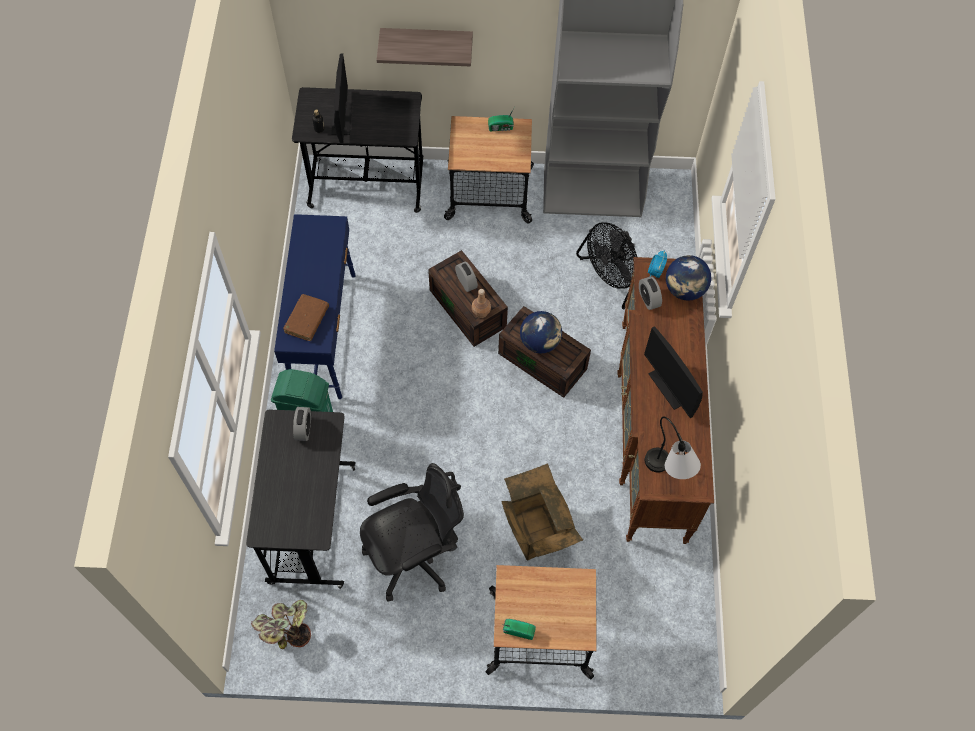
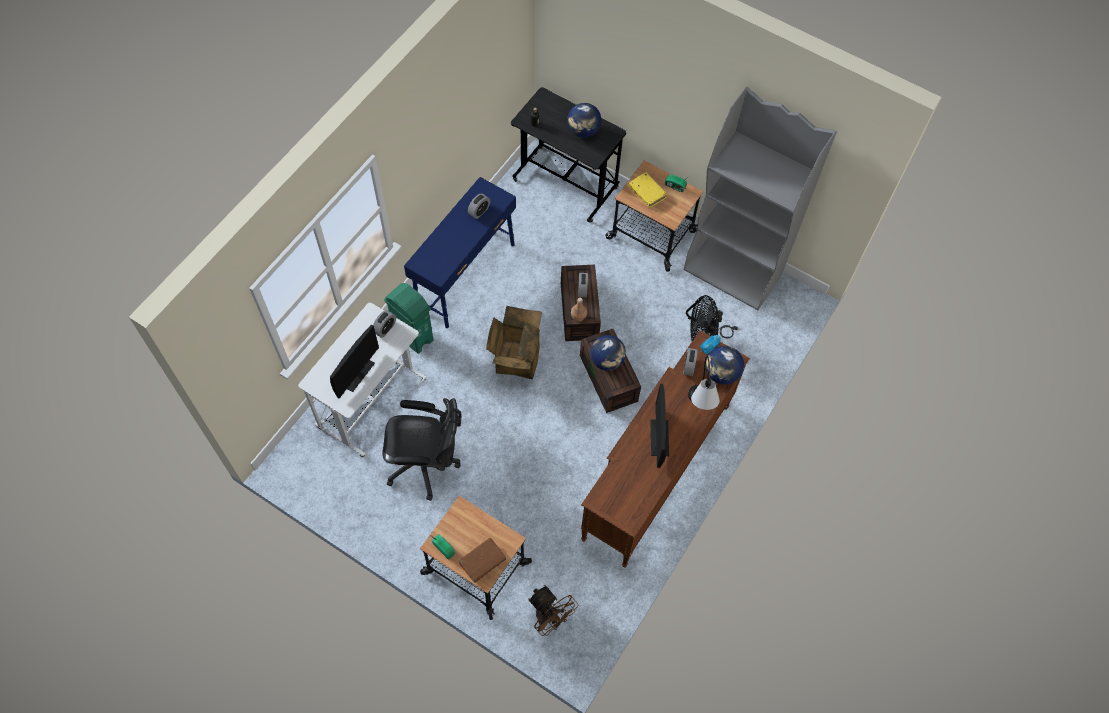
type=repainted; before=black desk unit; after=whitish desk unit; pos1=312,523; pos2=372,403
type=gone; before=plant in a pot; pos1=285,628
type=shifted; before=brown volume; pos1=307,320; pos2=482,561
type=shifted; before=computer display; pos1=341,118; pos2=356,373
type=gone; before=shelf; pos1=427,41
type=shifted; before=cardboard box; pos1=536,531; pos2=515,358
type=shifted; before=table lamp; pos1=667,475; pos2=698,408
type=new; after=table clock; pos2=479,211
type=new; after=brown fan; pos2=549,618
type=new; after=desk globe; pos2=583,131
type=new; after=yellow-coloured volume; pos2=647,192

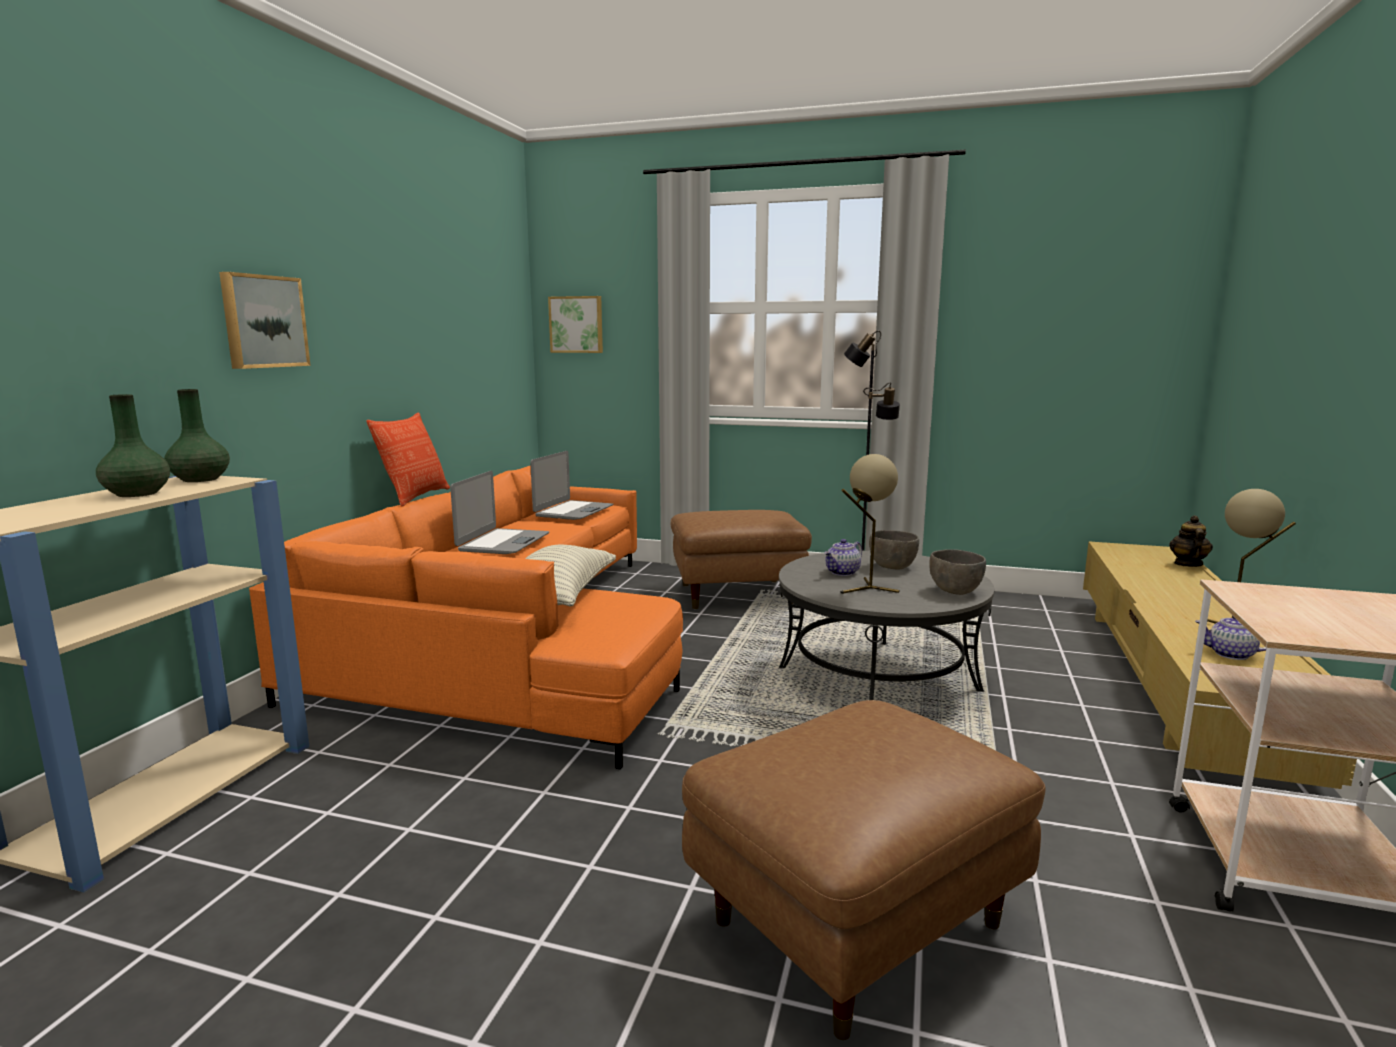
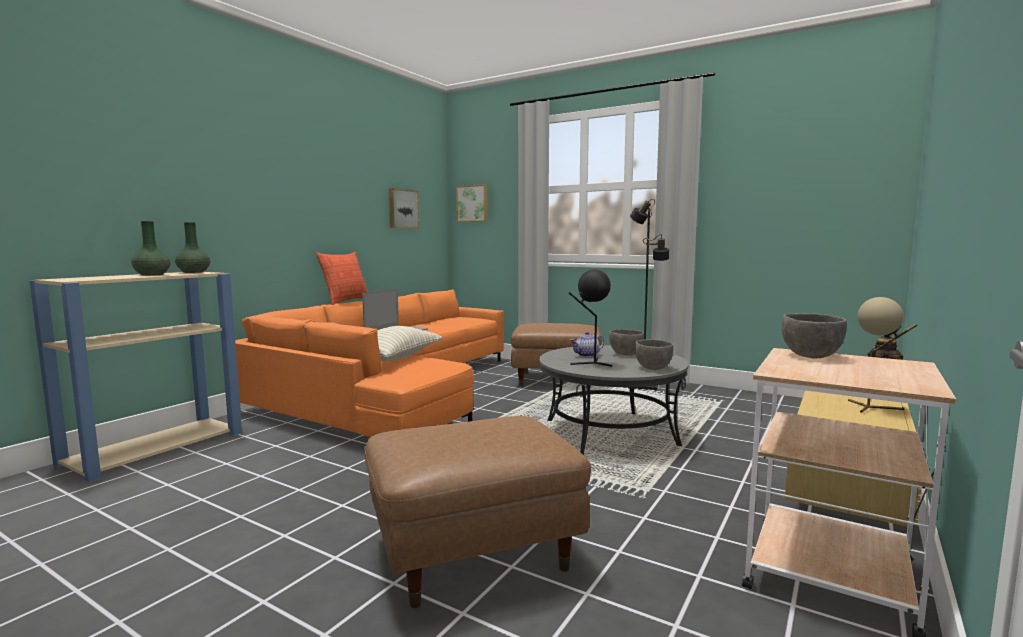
type=shifted; before=wall picture; pos1=263,321; pos2=402,209
type=gone; before=laptop; pos1=573,511
type=repainted; before=beige table lamp; after=black table lamp; pos1=866,589; pos2=591,363
type=gone; before=tea pot; pos1=1231,654
type=new; after=grey deep dish; pos2=810,356

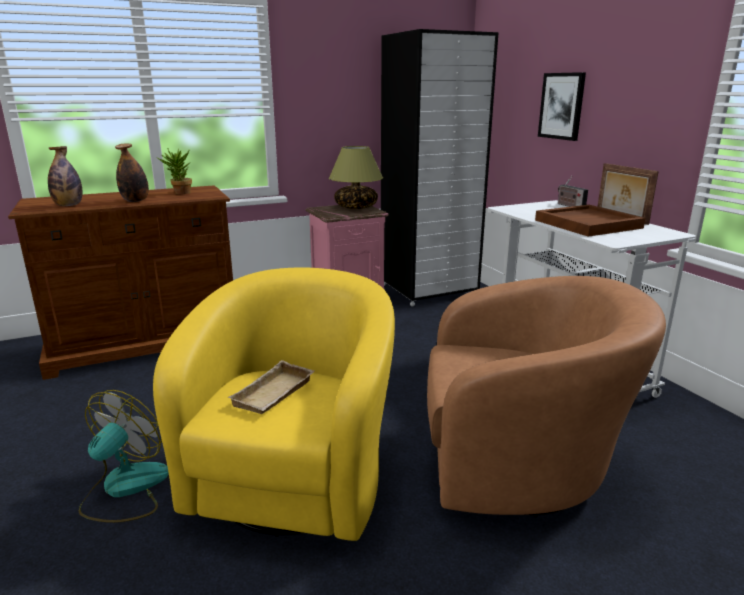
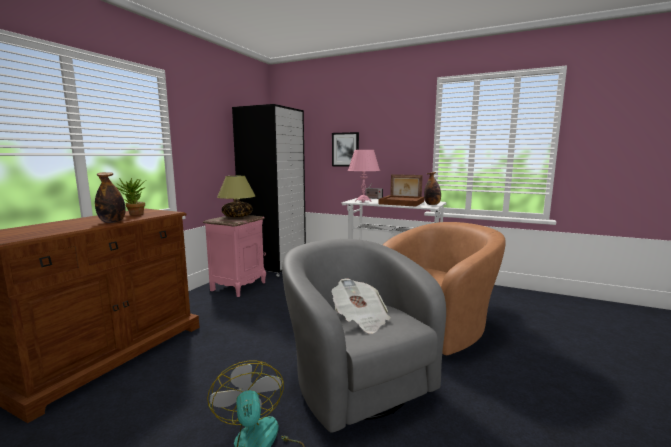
type=shifted; before=bottle; pos1=68,205; pos2=432,204
type=repainted; before=yellow-coloured lounge chair; after=grey lounge chair; pos1=295,478; pos2=355,381
type=swapped; before=beige tray; after=newspaper; pos1=275,394; pos2=360,319
type=new; after=pink-coloured table lamp; pos2=363,201

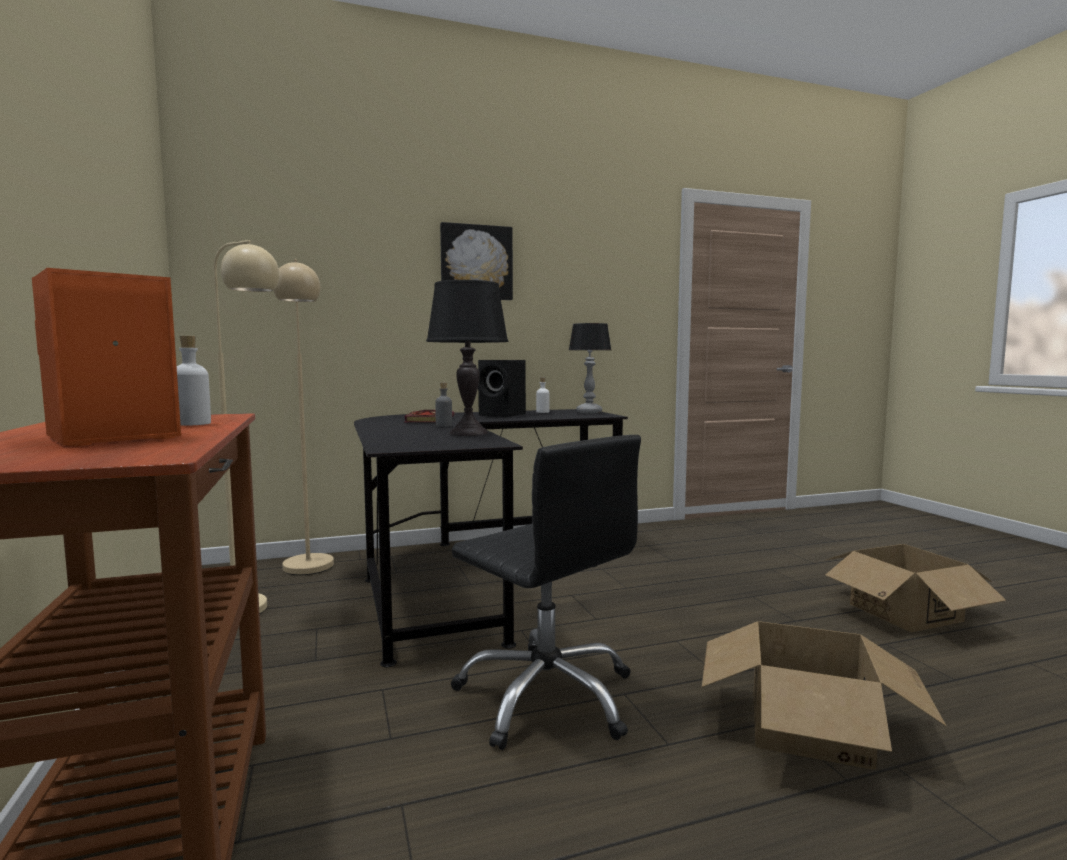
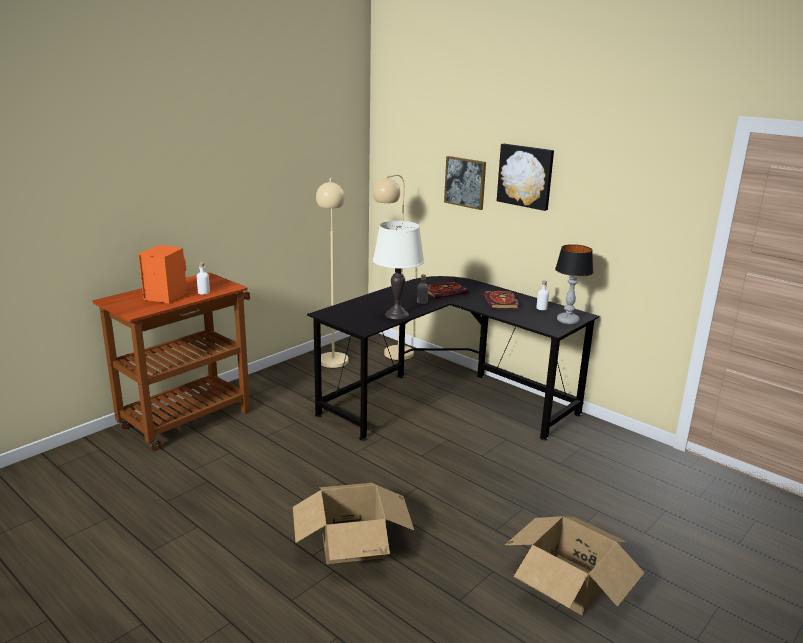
type=repainted; before=black table lamp; after=whitish table lamp; pos1=469,433; pos2=397,315
type=gone; before=black office chair; pos1=547,696
type=swapped; before=black speaker; after=volume; pos1=503,415; pos2=502,302
type=new; after=wall picture; pos2=465,182

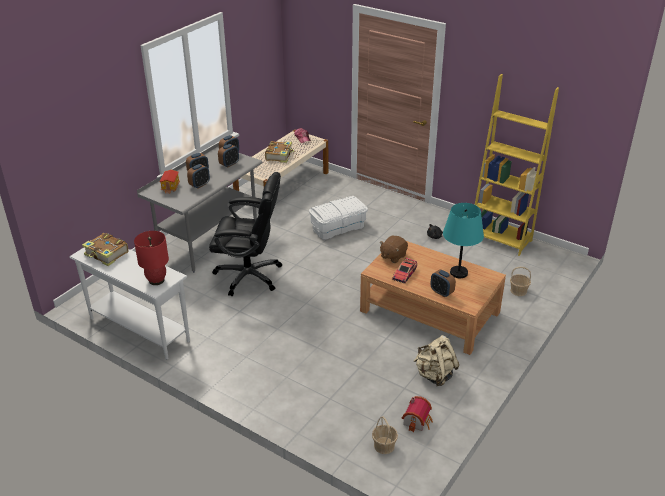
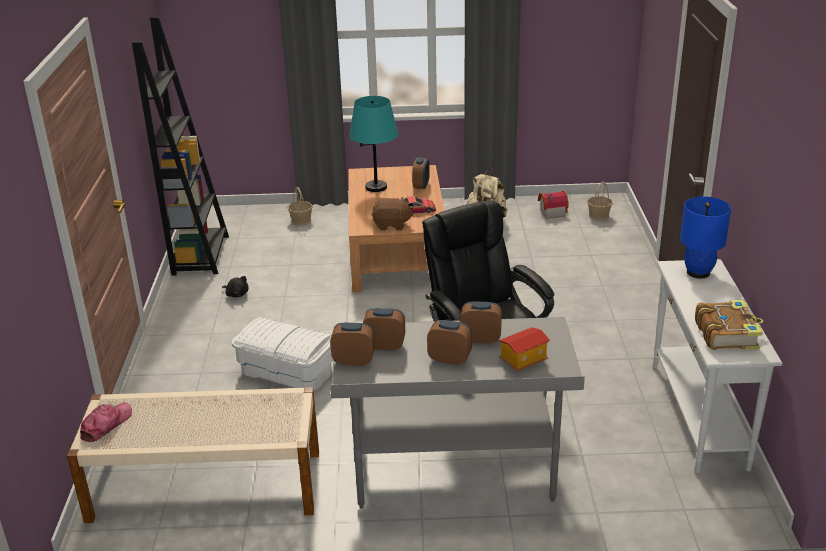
type=repainted; before=reddish table lamp; after=blue table lamp; pos1=156,280; pos2=698,272
type=gone; before=volume; pos1=279,155
type=repainted; before=yellow-coloured bookshelf; after=black bookshelf; pos1=500,239; pos2=200,255

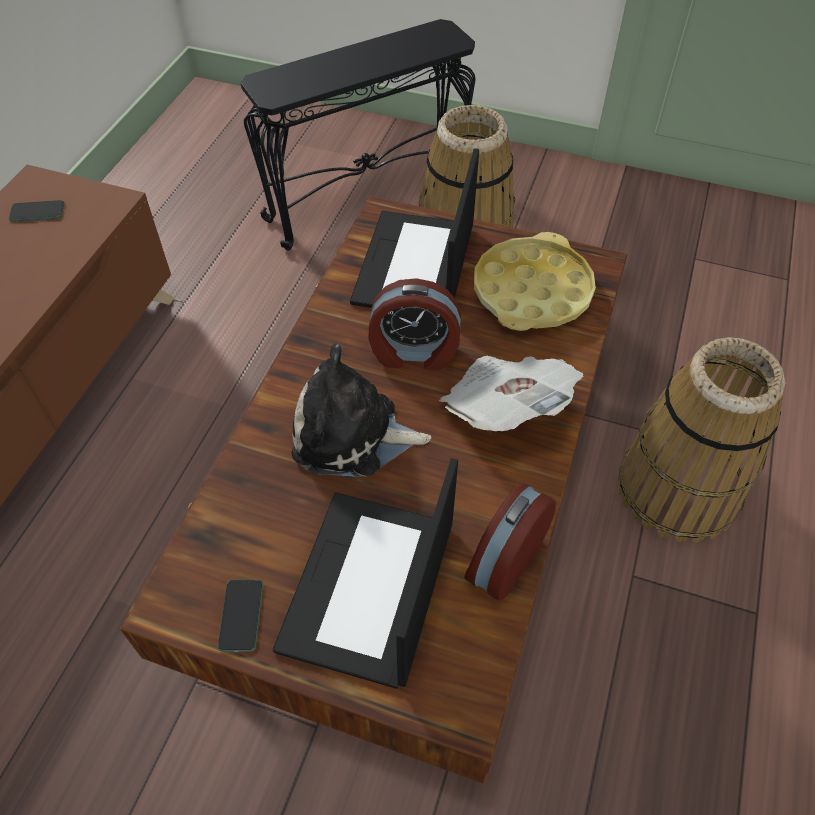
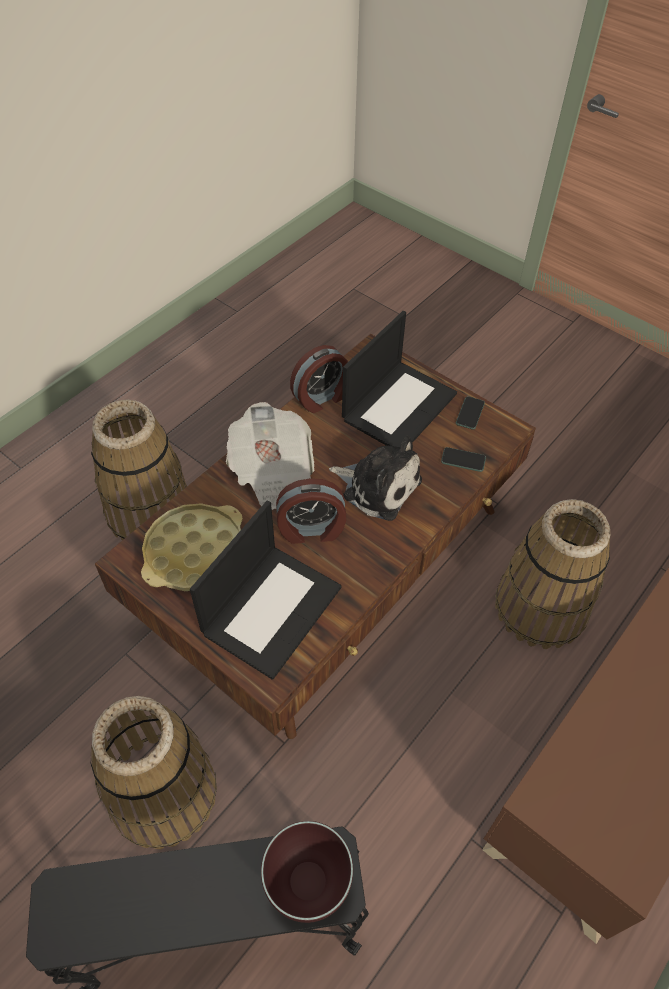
type=shifted; before=handset; pos1=37,212; pos2=463,460
type=rotated; before=table clock; pos1=414,353; pos2=311,529; turn=150
type=new; after=brown deep dish; pos2=309,881
type=new; after=household basket; pos2=541,607

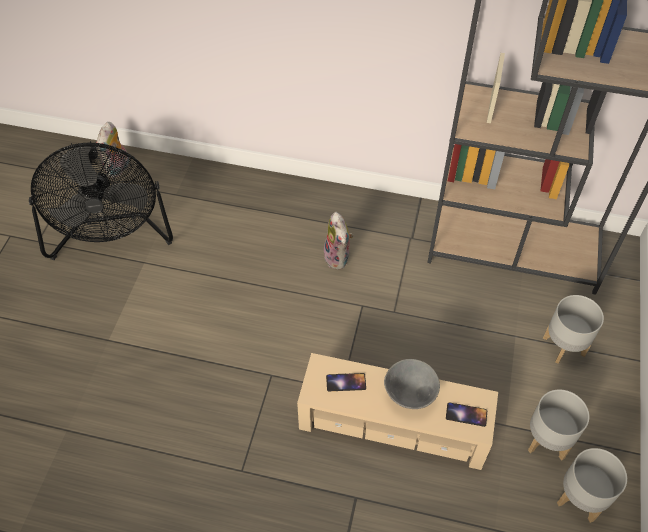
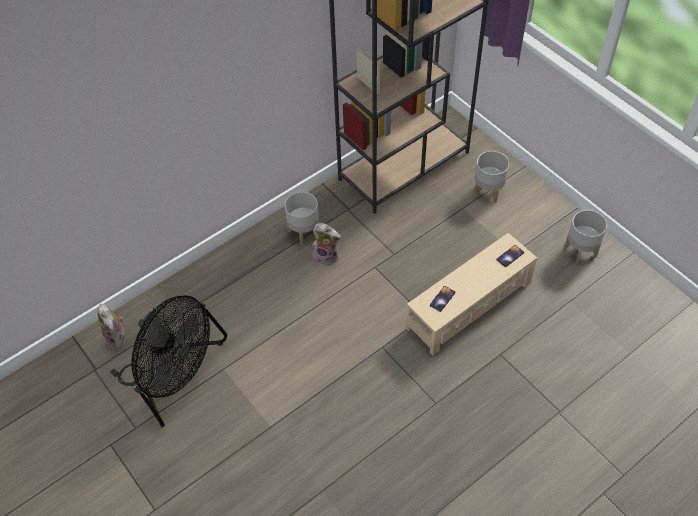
type=gone; before=grey deep dish; pos1=410,396
type=shifted; before=grey plant pot; pos1=548,440; pos2=304,232

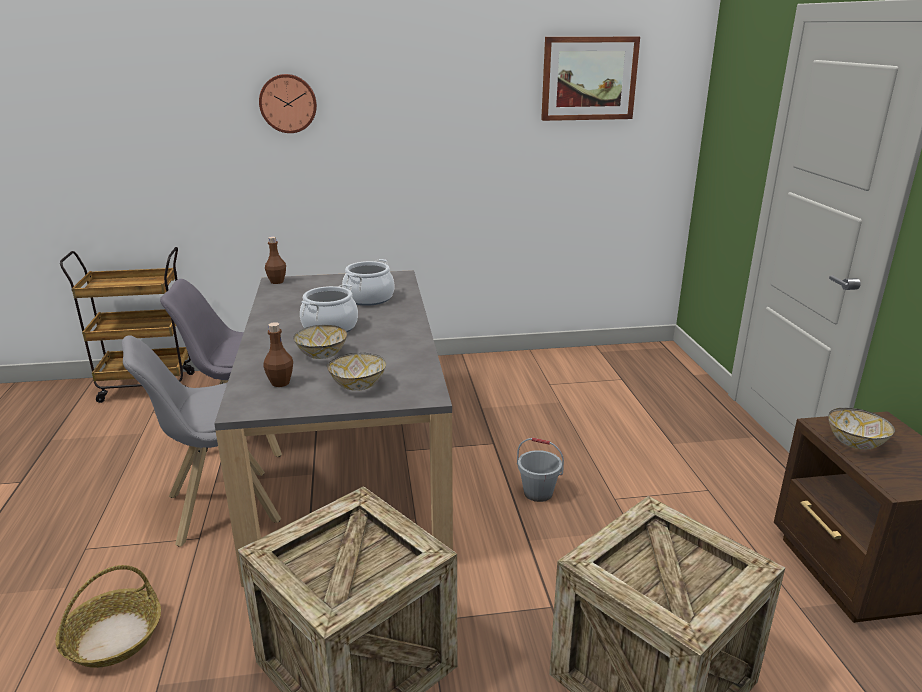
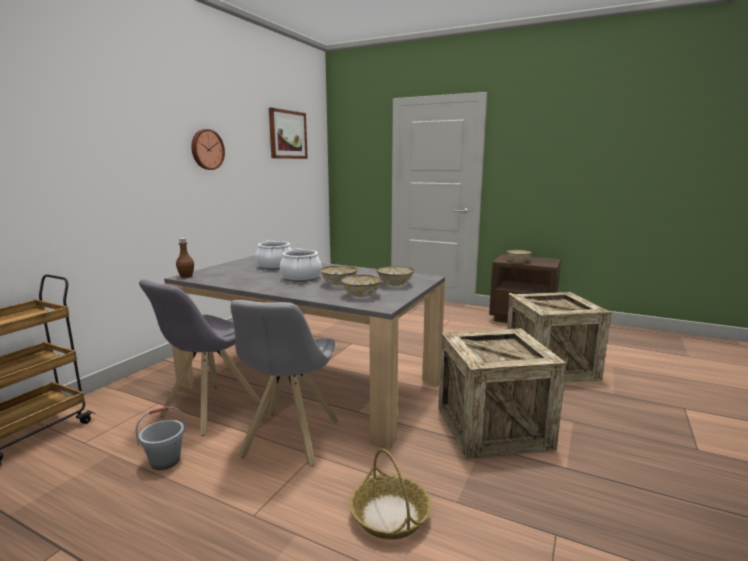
type=shifted; before=clock on the wall; pos1=288,103; pos2=206,149
type=swapped; before=brown bottle; after=deep dish; pos1=280,383; pos2=361,295
type=shifted; before=grey water bucket; pos1=538,493; pos2=165,461

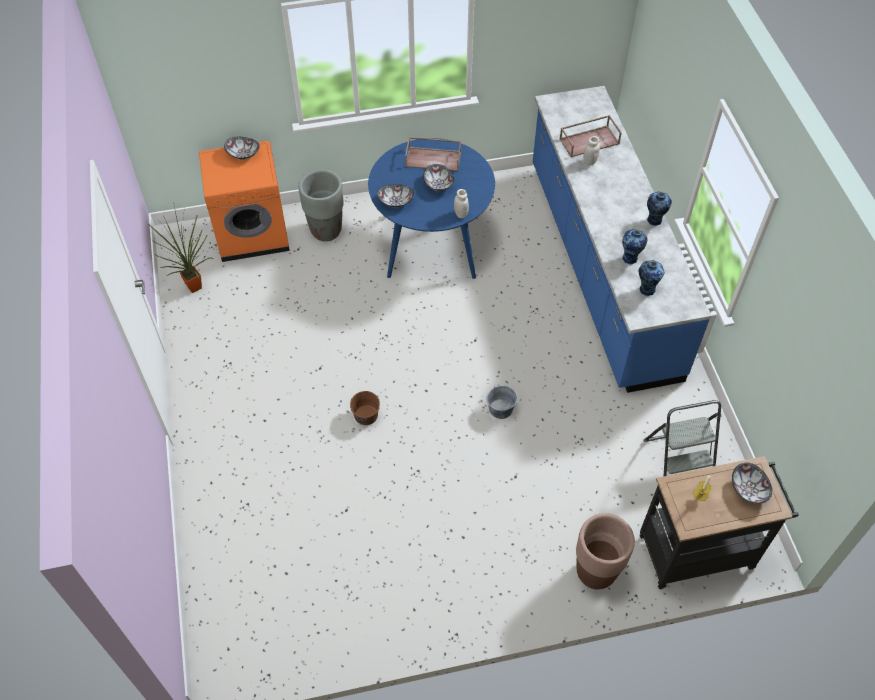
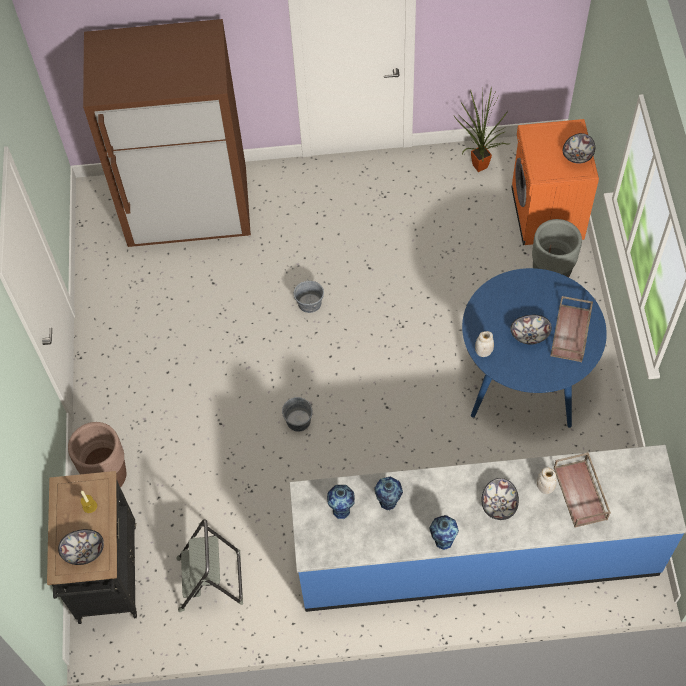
type=repainted; before=brown water bucket; after=grey water bucket; pos1=365,415; pos2=309,303
type=shifted; before=deep dish; pos1=396,201; pos2=499,504
type=new; after=brown kitchen fridge; pos2=188,206

